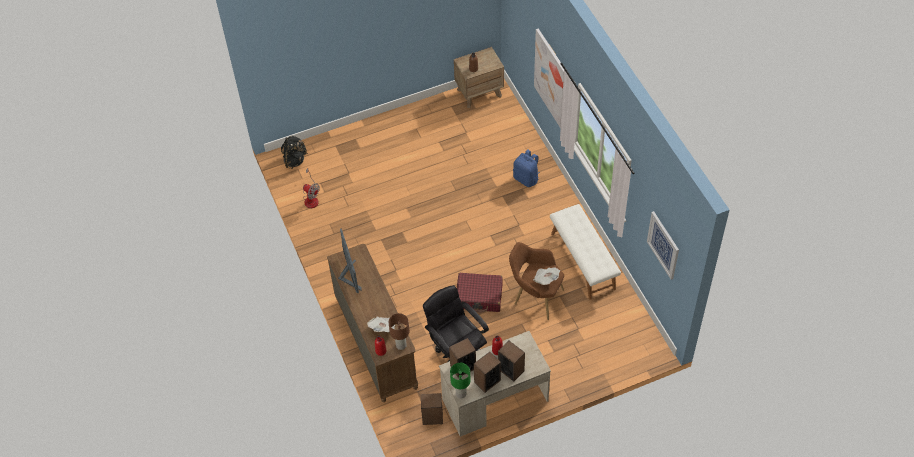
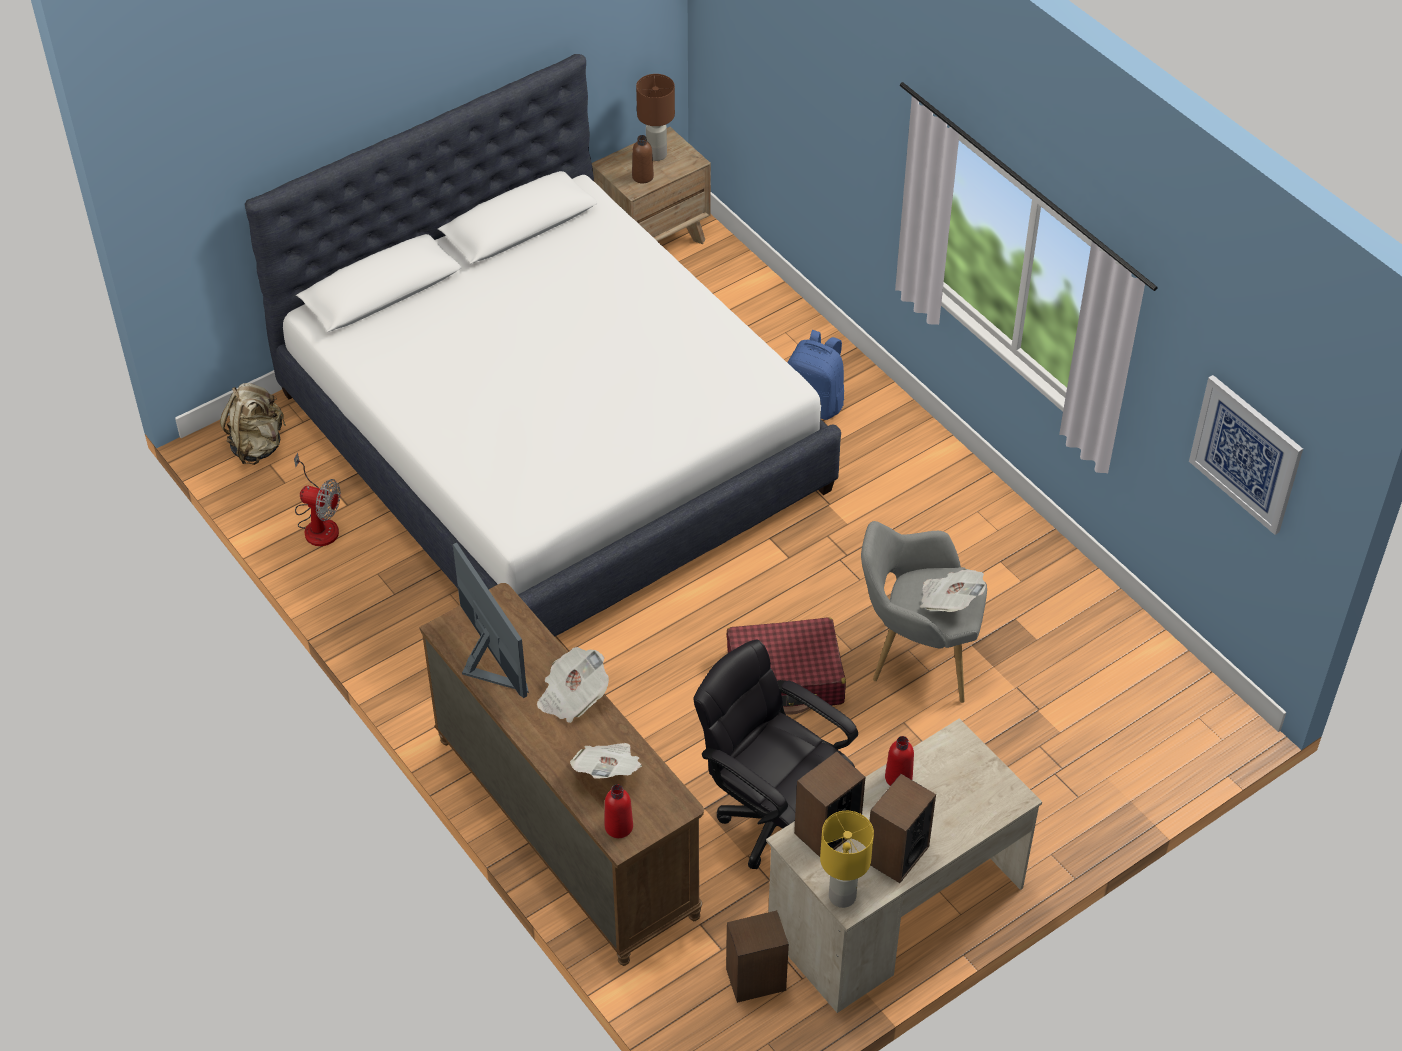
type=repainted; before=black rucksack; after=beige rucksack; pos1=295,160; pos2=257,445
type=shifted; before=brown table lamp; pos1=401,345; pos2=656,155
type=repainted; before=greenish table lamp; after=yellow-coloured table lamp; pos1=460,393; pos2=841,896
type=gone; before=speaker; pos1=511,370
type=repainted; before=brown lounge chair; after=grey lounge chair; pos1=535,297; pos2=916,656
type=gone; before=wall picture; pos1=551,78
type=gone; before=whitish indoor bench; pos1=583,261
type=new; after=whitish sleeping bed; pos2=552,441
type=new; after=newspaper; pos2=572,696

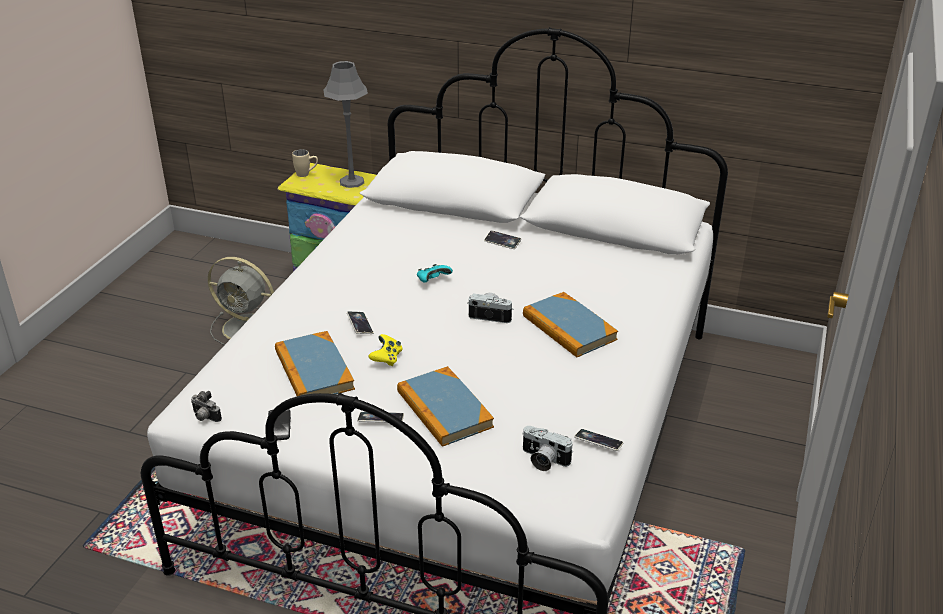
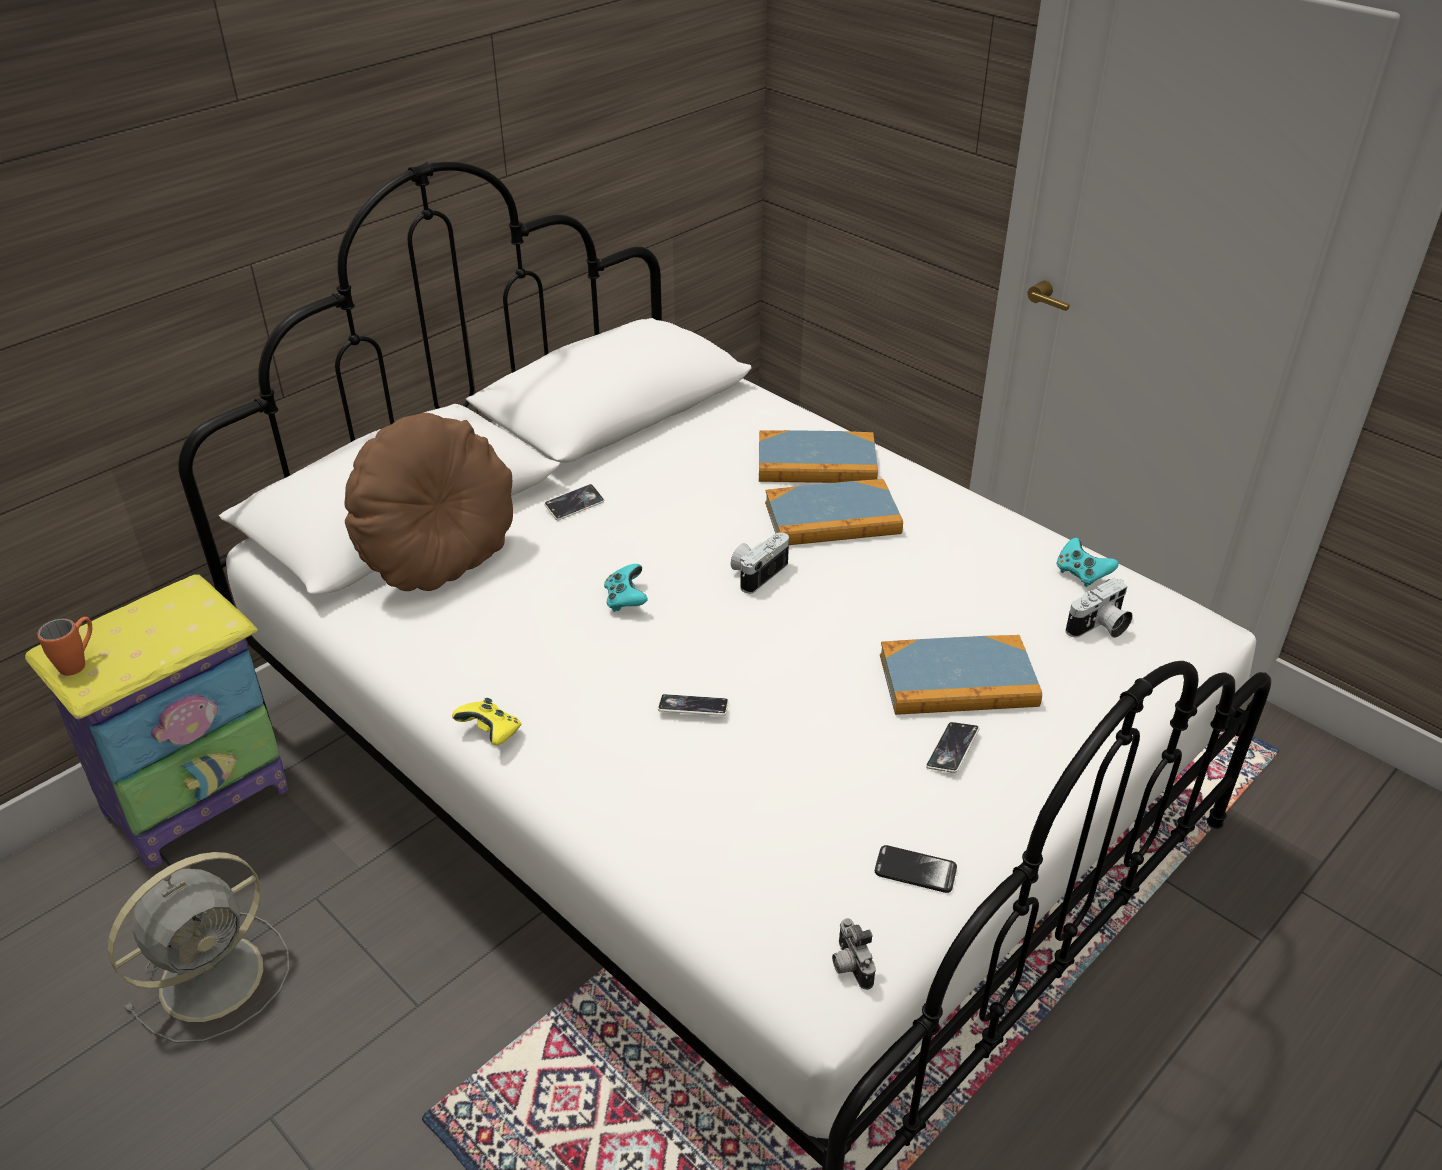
type=rotated; before=photo camera; pos1=205,418; pos2=849,965; turn=105
type=shifted; before=volume; pos1=314,370; pos2=816,463
type=repainted; before=beige coffee mug; after=orange-coloured coffee mug; pos1=306,174; pos2=79,662
type=gone; before=grey table lamp; pos1=352,181
type=shifted; before=yellow-coloured joypad; pos1=386,358; pos2=491,733
type=swapped; before=handset; after=turquoise joypad; pos1=598,442; pos2=1081,574
type=new; after=brown throw pillow; pos2=441,564

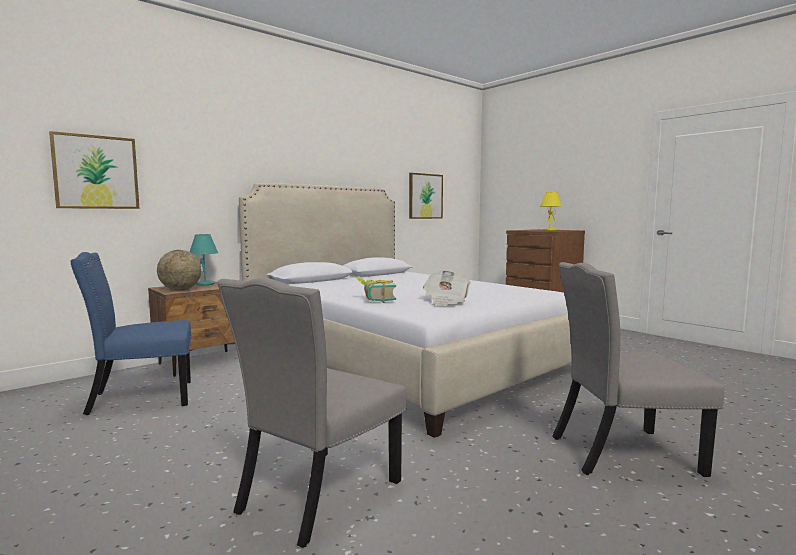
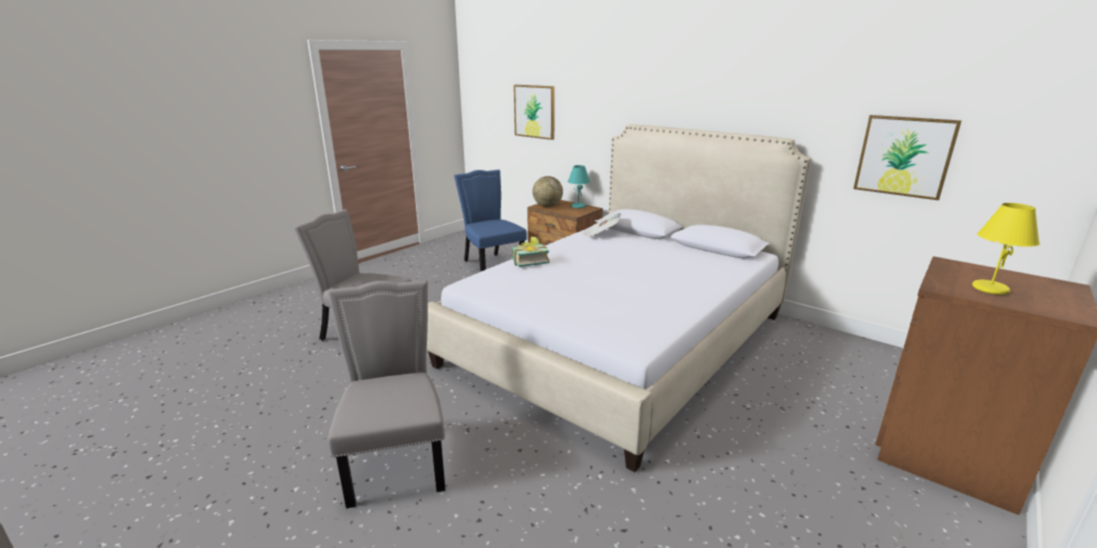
type=shifted; before=newspaper; pos1=446,301; pos2=601,234

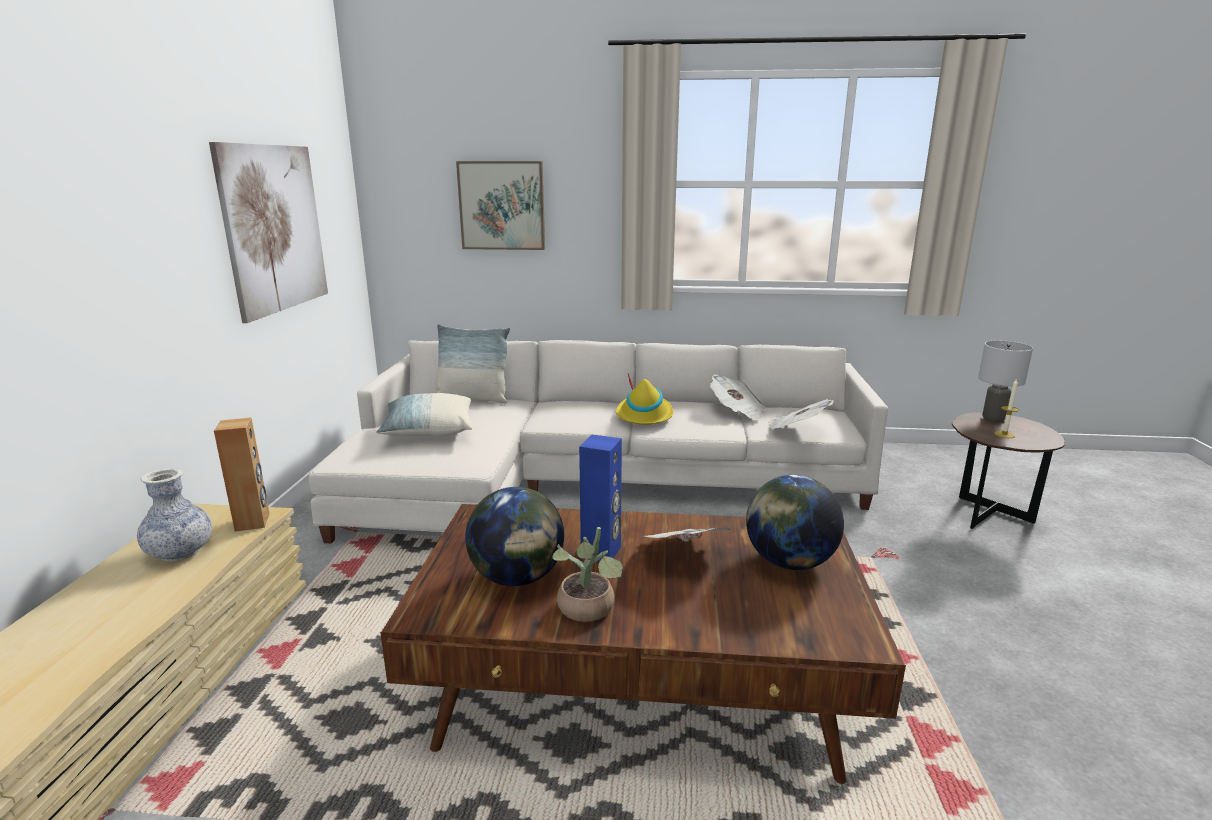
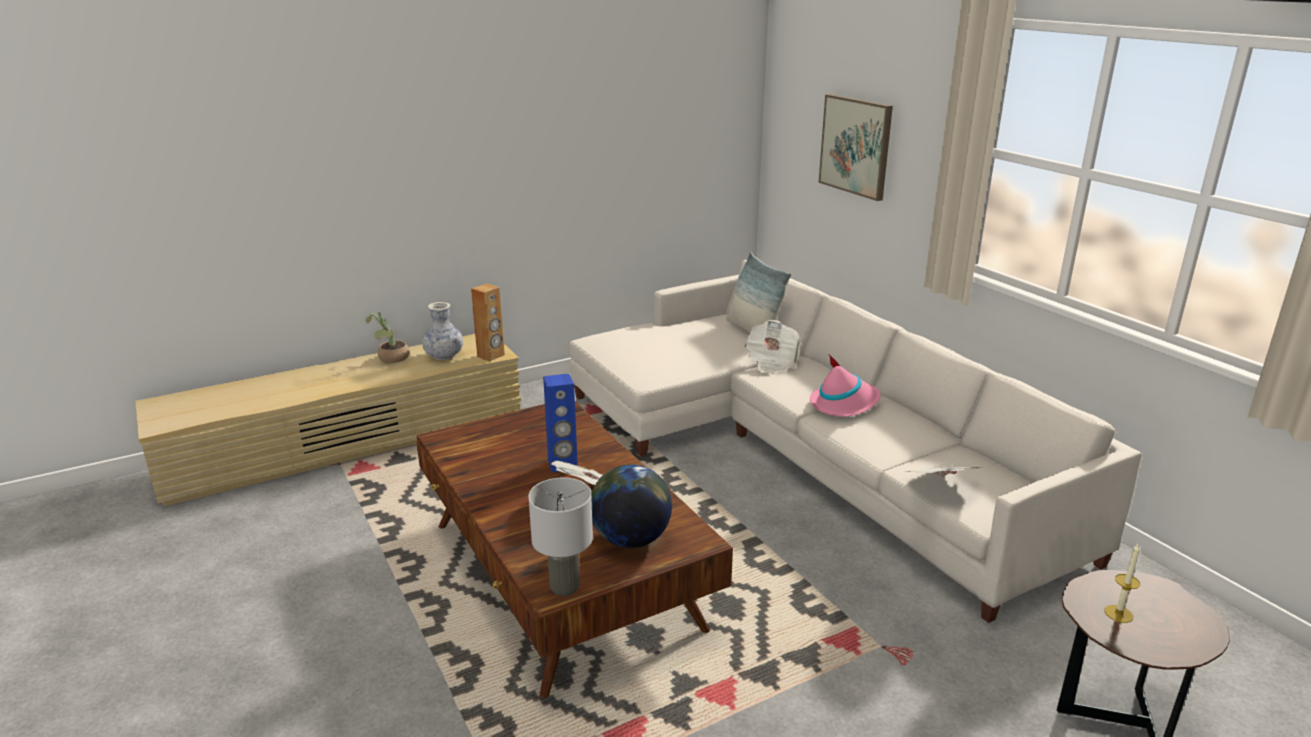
type=gone; before=wall picture; pos1=274,228
type=gone; before=throw pillow; pos1=428,431
type=gone; before=desk globe; pos1=518,577
type=shifted; before=plant in a pot; pos1=588,611; pos2=391,359
type=repainted; before=yellow-coloured wearable hat; after=pink-coloured wearable hat; pos1=644,414; pos2=844,404
type=shifted; before=newspaper; pos1=737,412; pos2=771,362
type=shifted; before=whitish table lamp; pos1=994,419; pos2=566,588

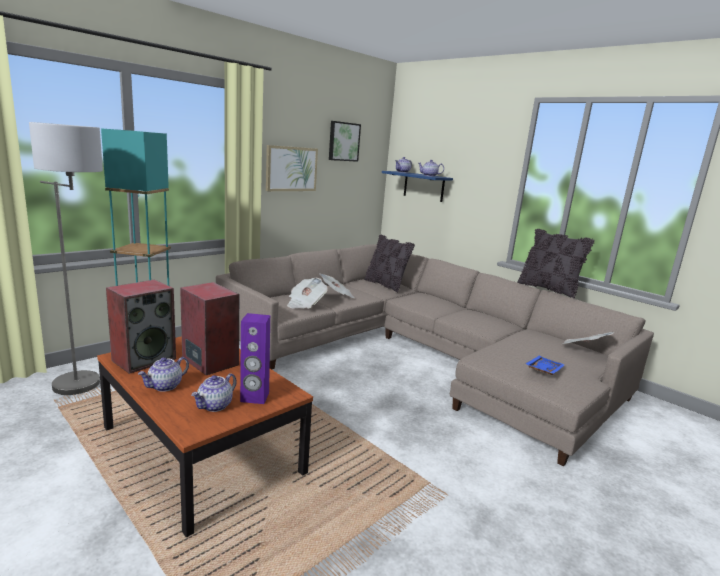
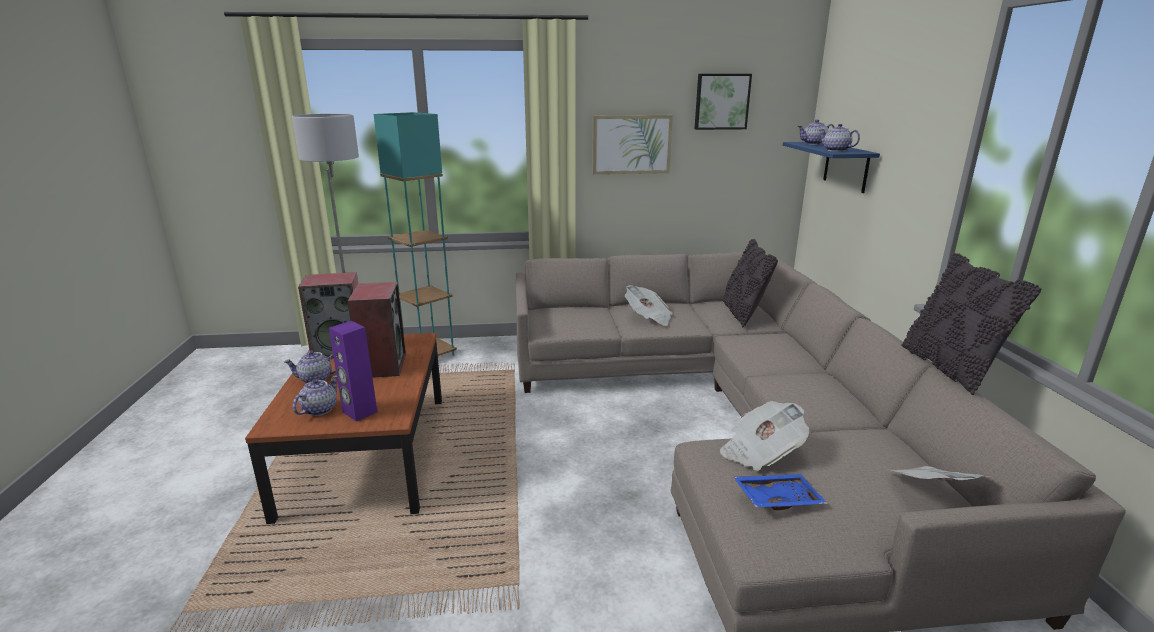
type=rotated; before=tea pot; pos1=215,406; pos2=319,409; turn=135
type=shifted; before=newspaper; pos1=305,304; pos2=760,453

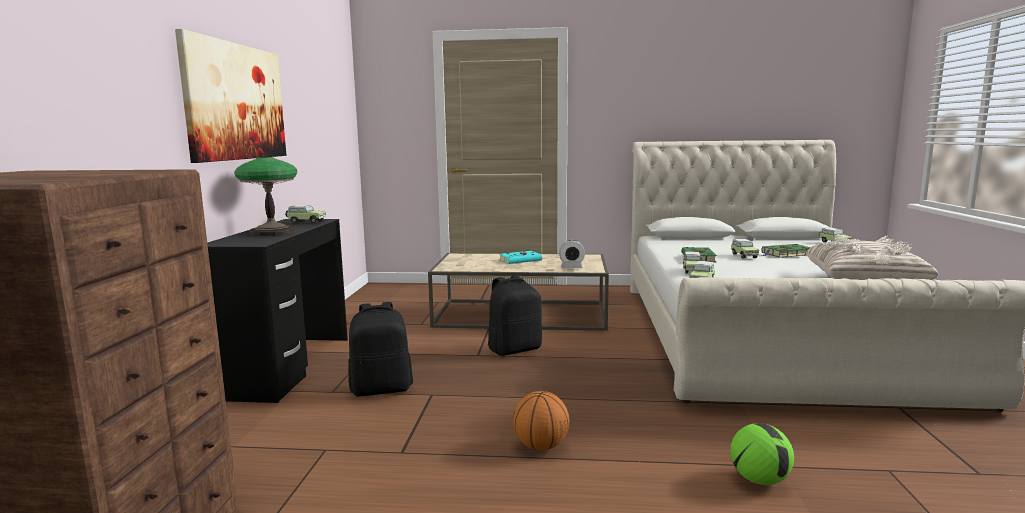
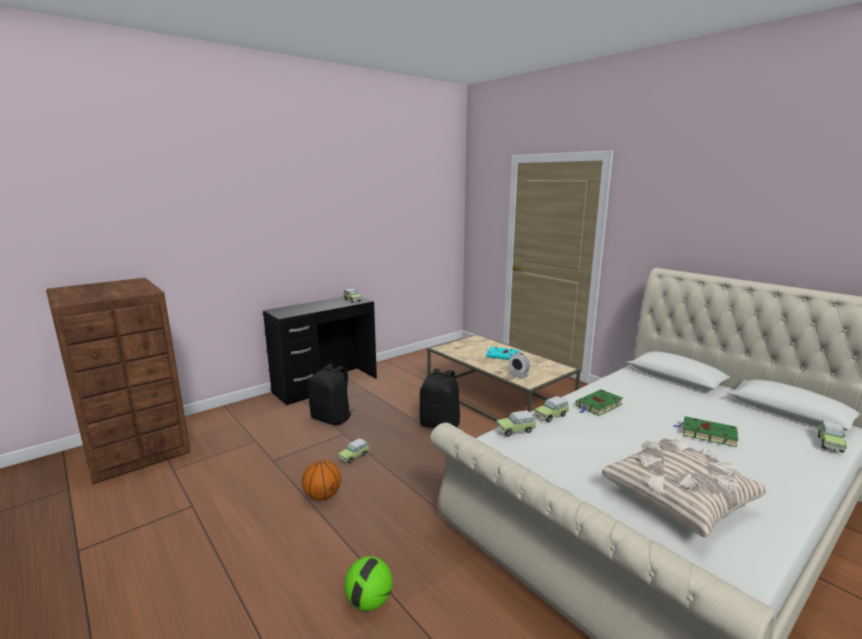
type=gone; before=wall picture; pos1=236,102
type=gone; before=table lamp; pos1=271,232
type=shifted; before=model car; pos1=743,255; pos2=354,456

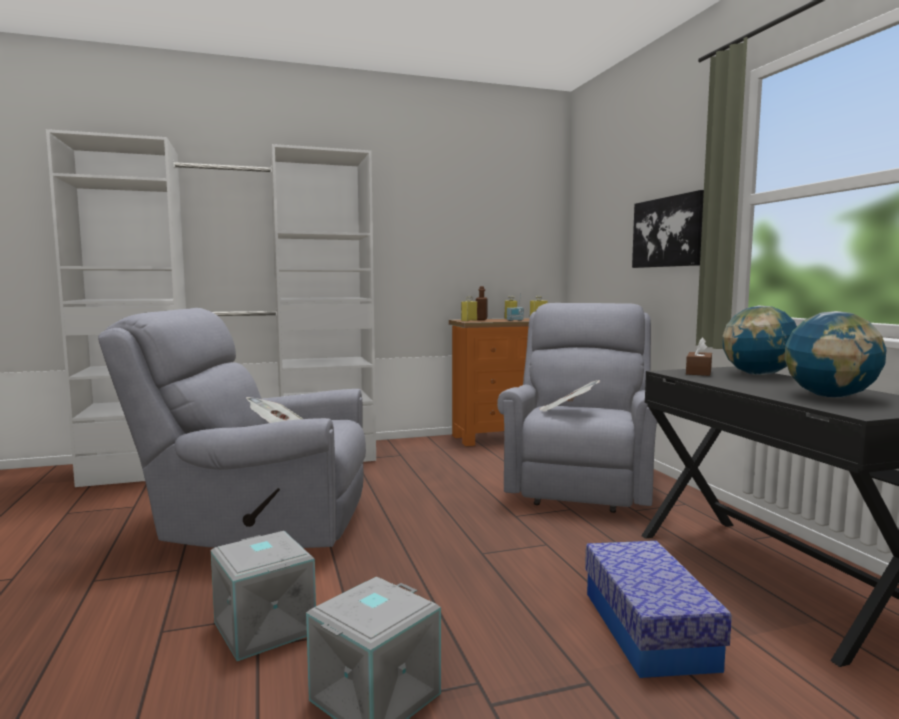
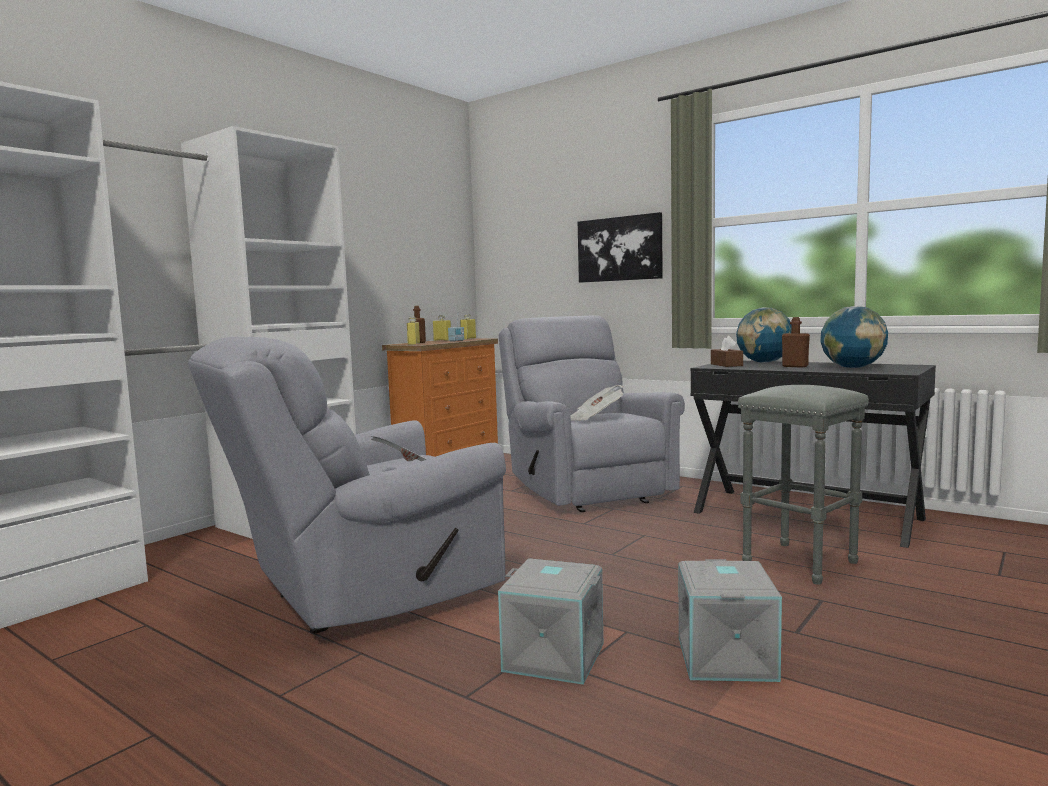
type=swapped; before=storage bin; after=grey stool; pos1=647,629; pos2=796,562
type=new; after=brown bottle; pos2=795,366

